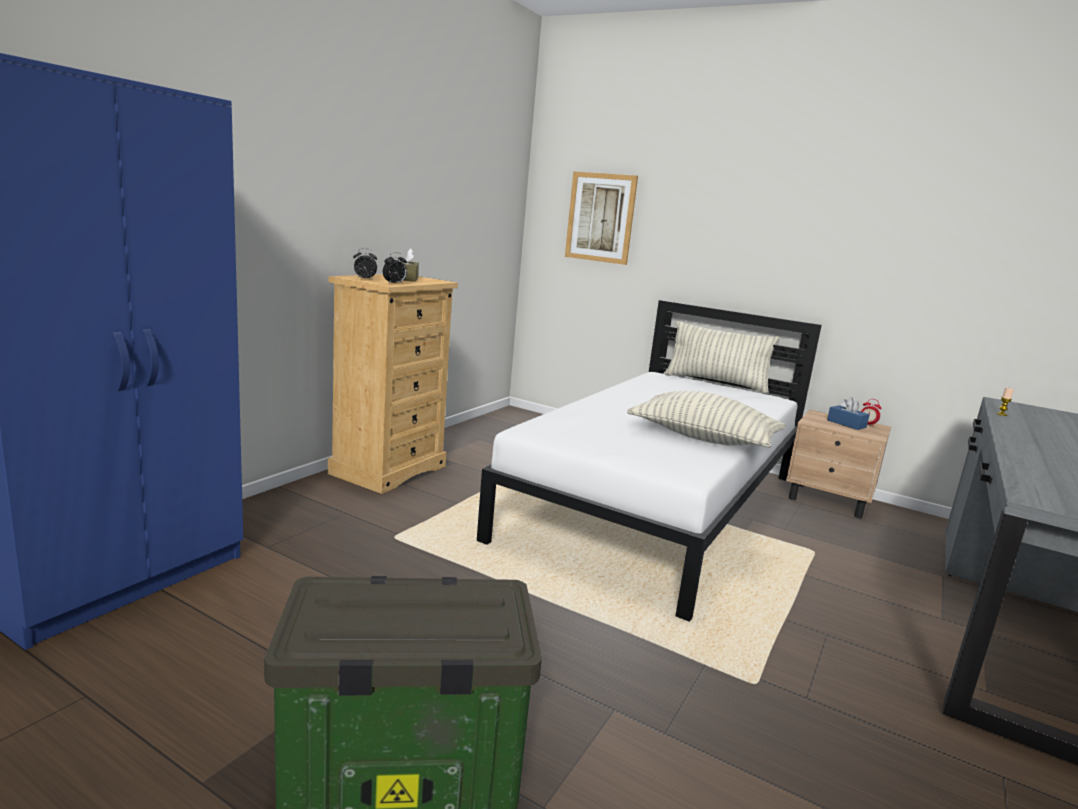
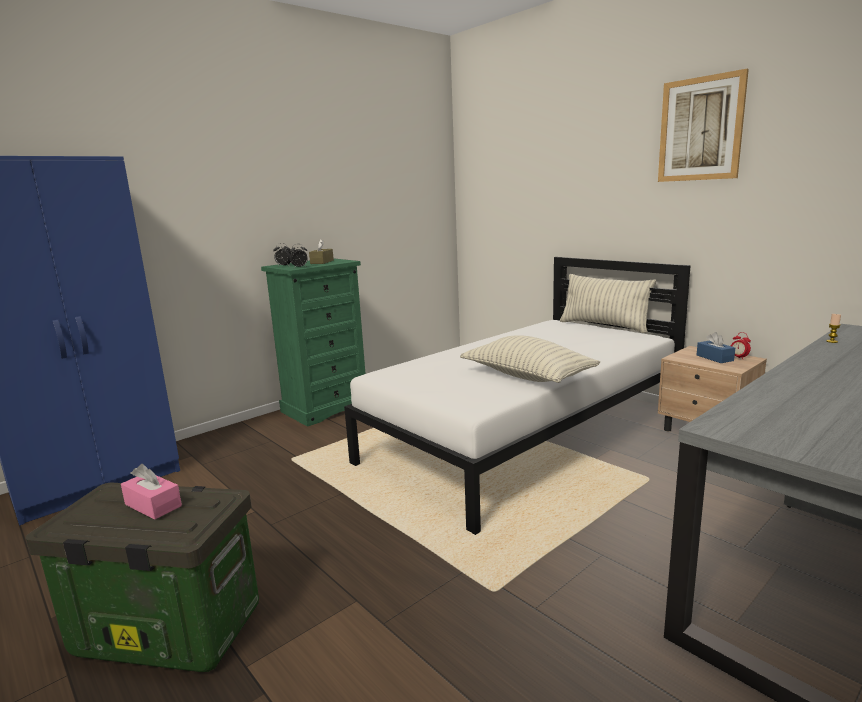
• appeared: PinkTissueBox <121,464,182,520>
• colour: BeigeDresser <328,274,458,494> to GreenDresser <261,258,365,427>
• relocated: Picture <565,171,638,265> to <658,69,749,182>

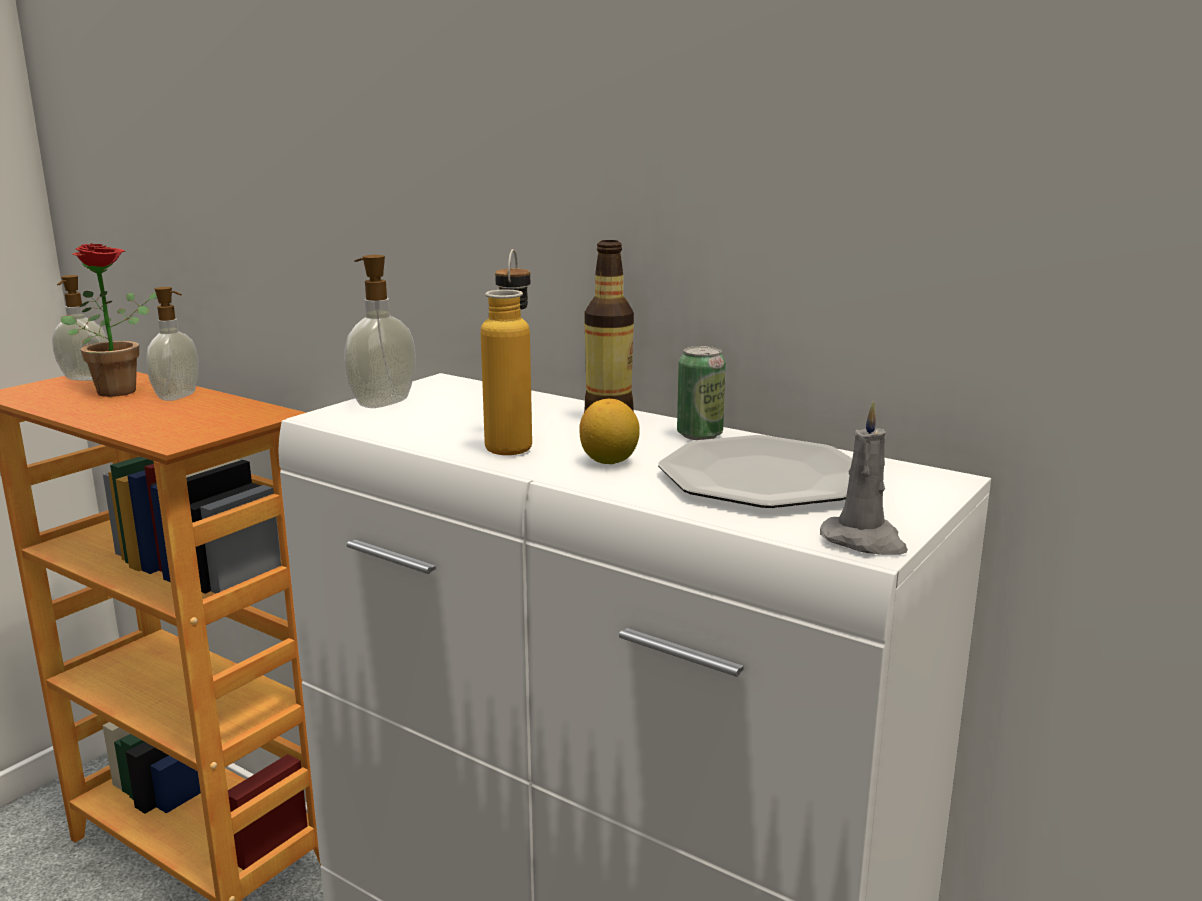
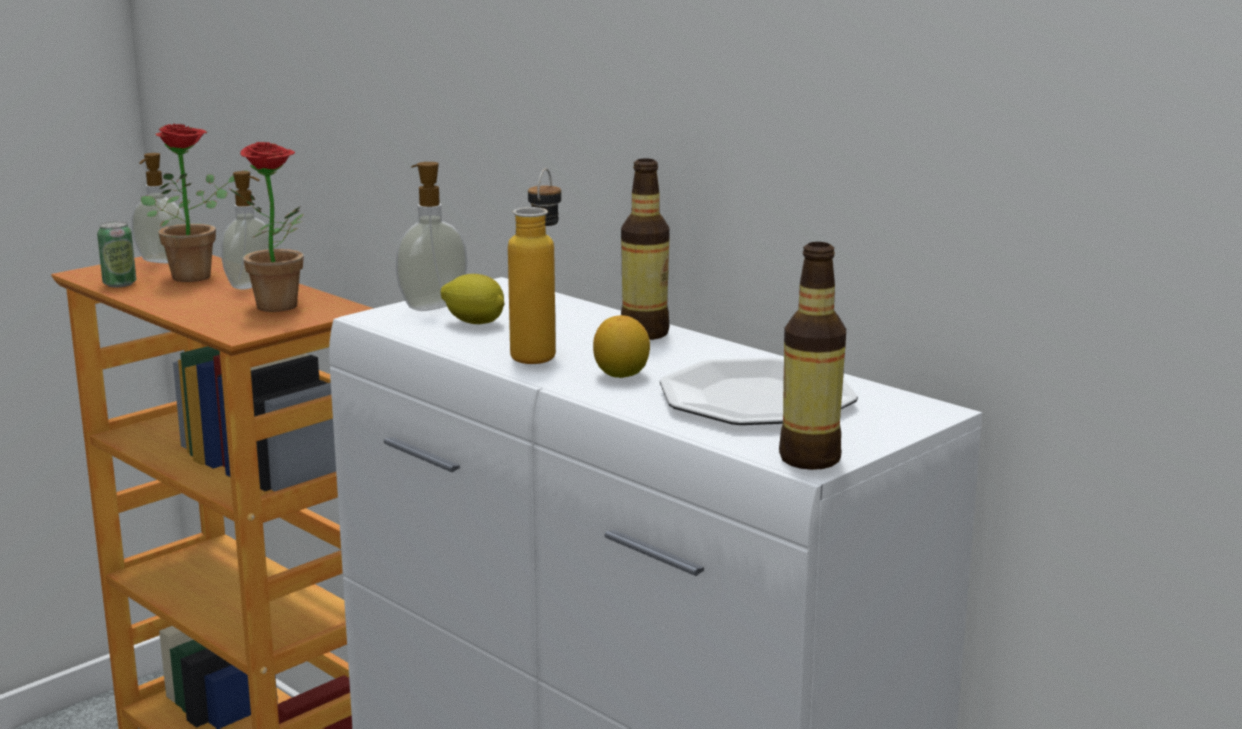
• relocated: Can <677,346,726,440> to <97,221,136,288>
• appeared: PottedPlant <230,142,304,312>
• appeared: Lemon <441,274,504,324>
• exchanged: GreyCandle <820,401,908,555> to Bottle <779,242,846,470>

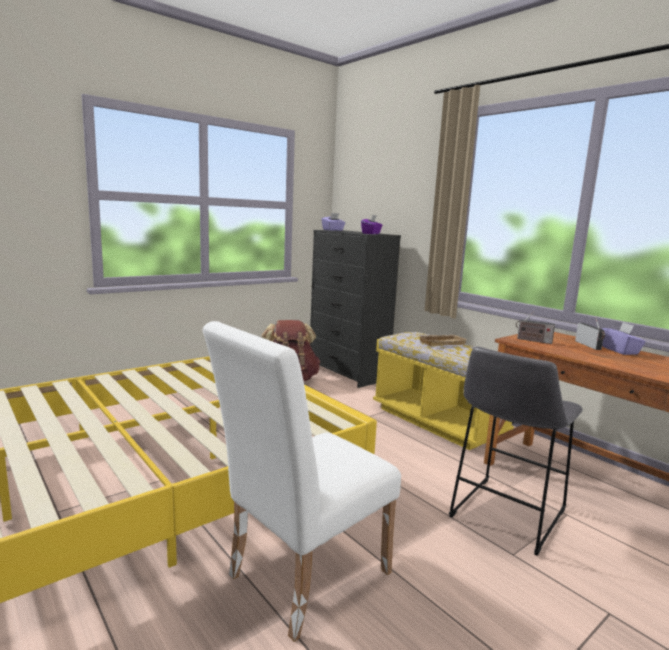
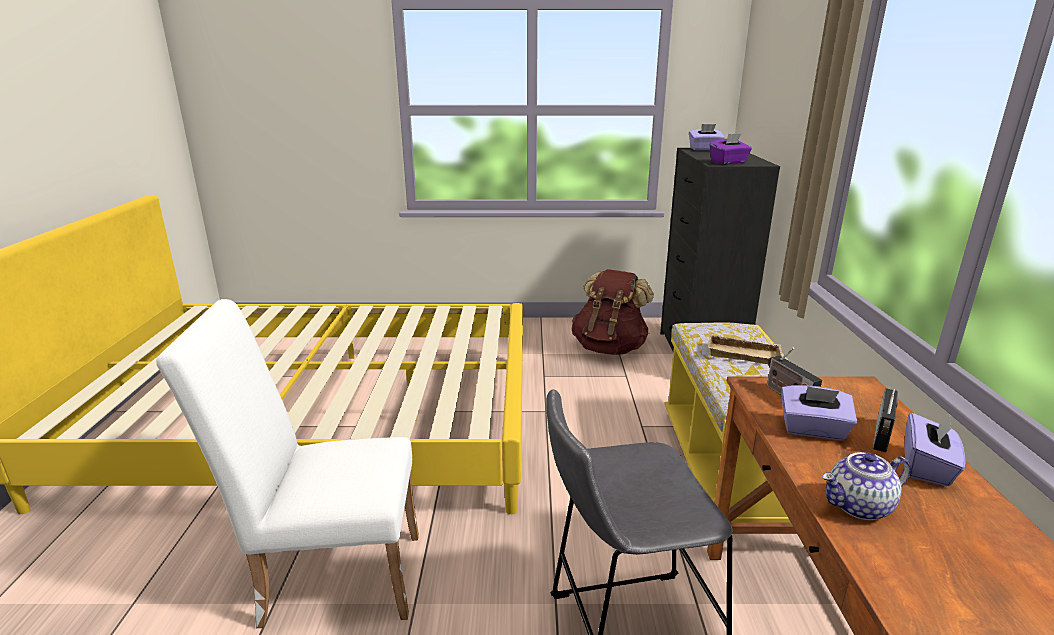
• appeared: PurpleTissueBox <781,385,857,441>
• appeared: Teapot <822,452,911,520>

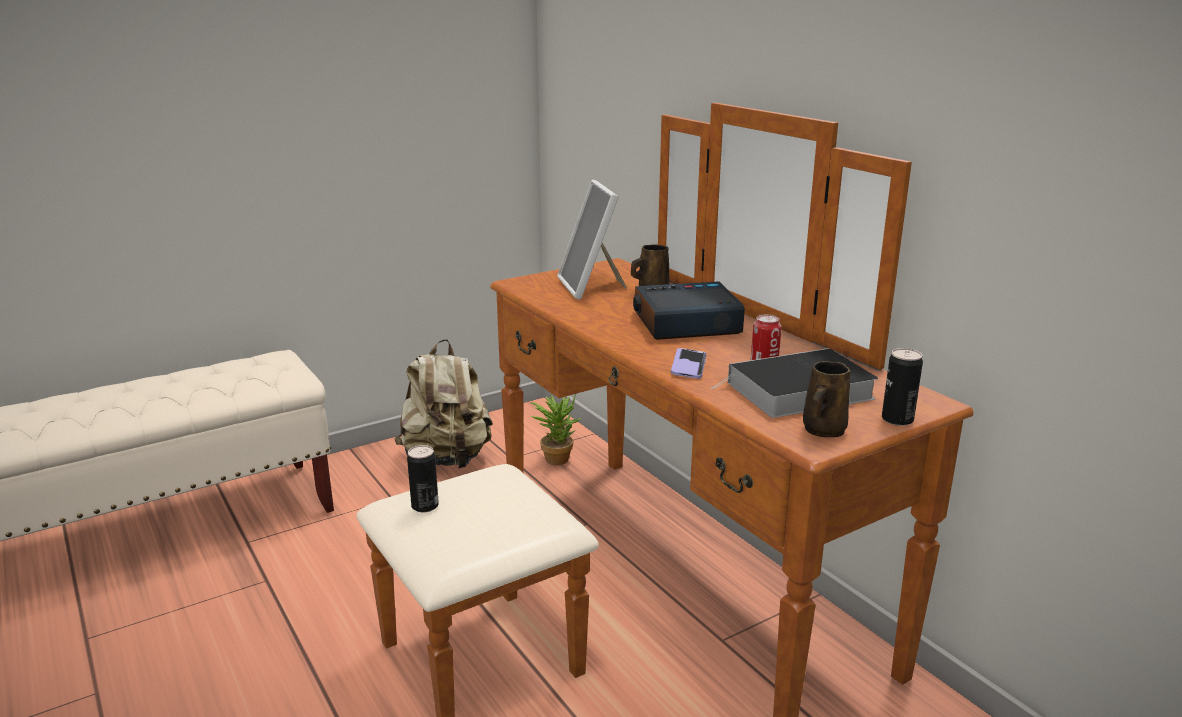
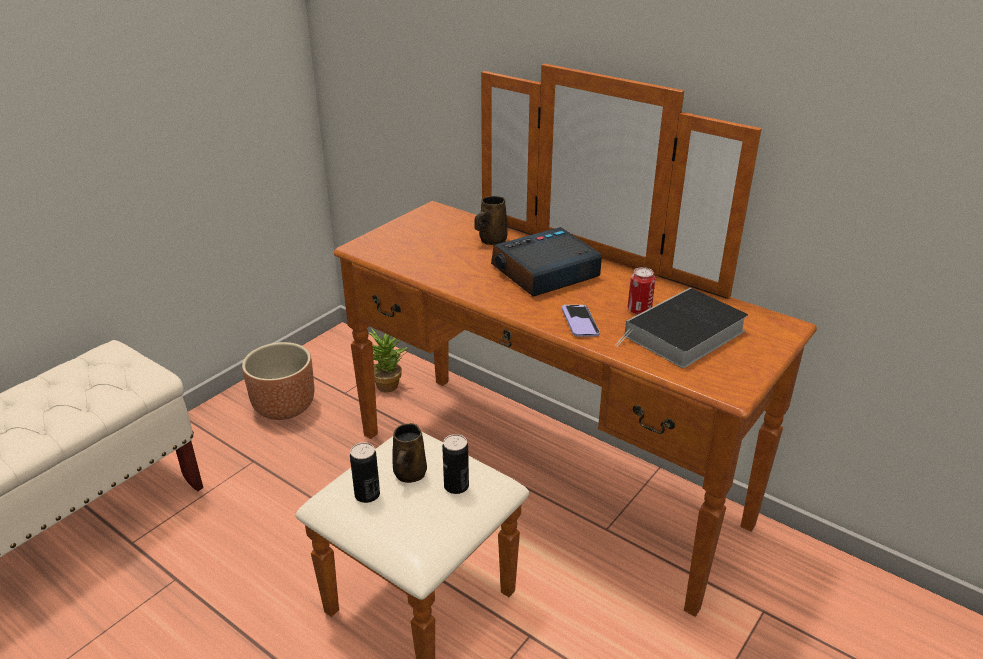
• exchanged: BeigeBackpack <394,339,493,469> to BrownPlanter <242,342,314,420>
• relocated: BrownMug <803,361,850,437> to <392,423,427,483>
• relocated: Can <882,348,923,426> to <442,434,469,494>
• missing: PictureFrame <557,180,627,300>

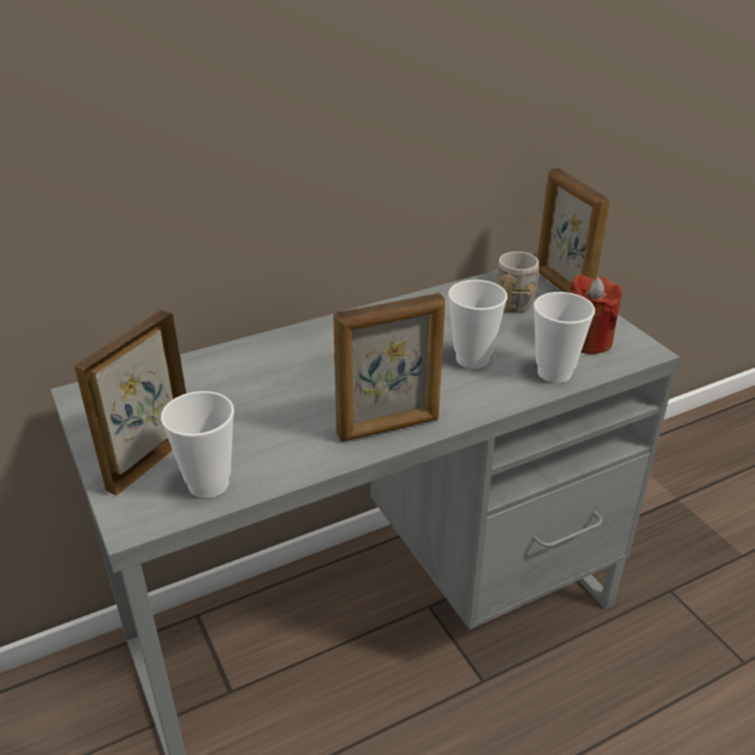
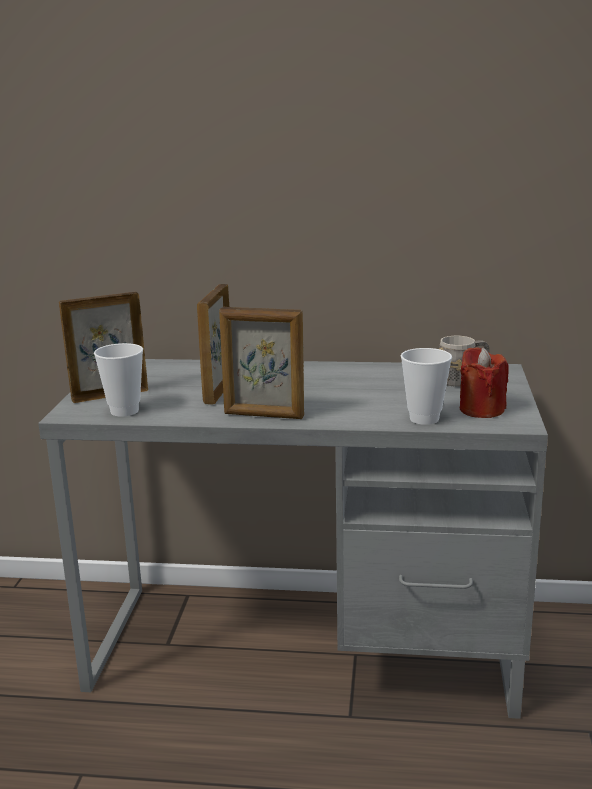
• relocated: PictureFrame <538,168,610,293> to <197,284,229,404>
• missing: Cup <448,280,507,369>

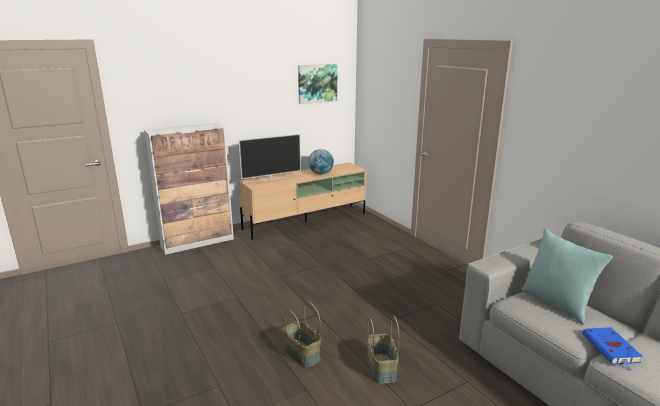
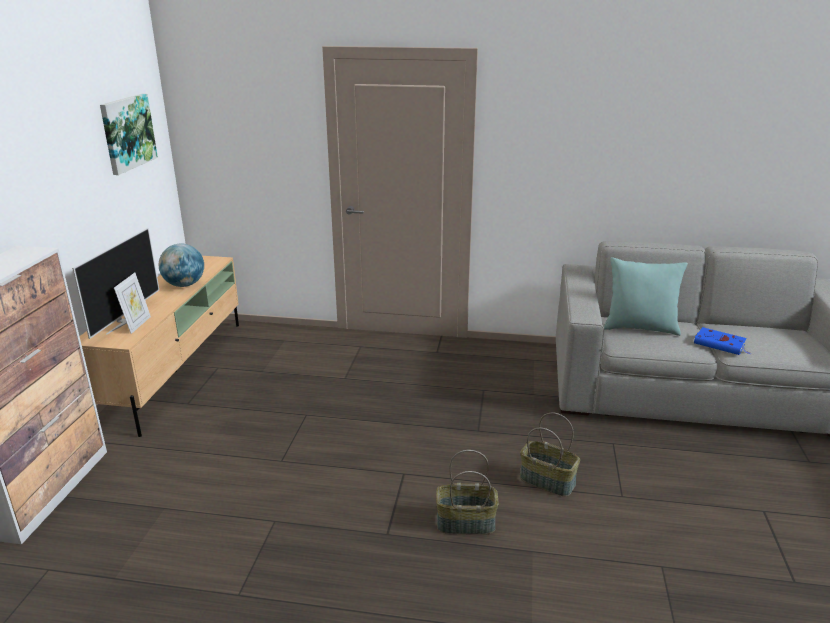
• appeared: PictureFrame <114,273,151,334>

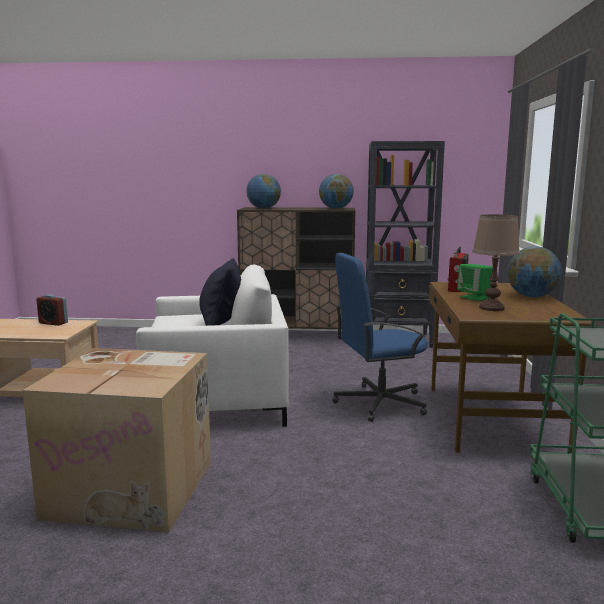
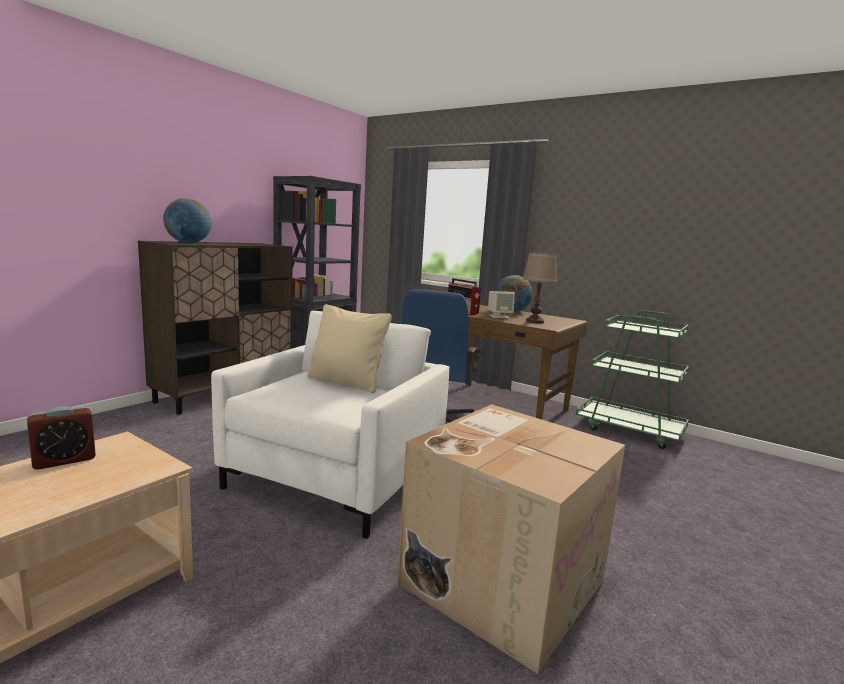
• colour: BlackPillow <199,258,241,326> to BeigePillow <307,304,392,393>
• colour: GreenSpeaker <457,264,493,301> to BeigeSpeaker <488,291,515,318>
• missing: Globe <319,174,354,209>

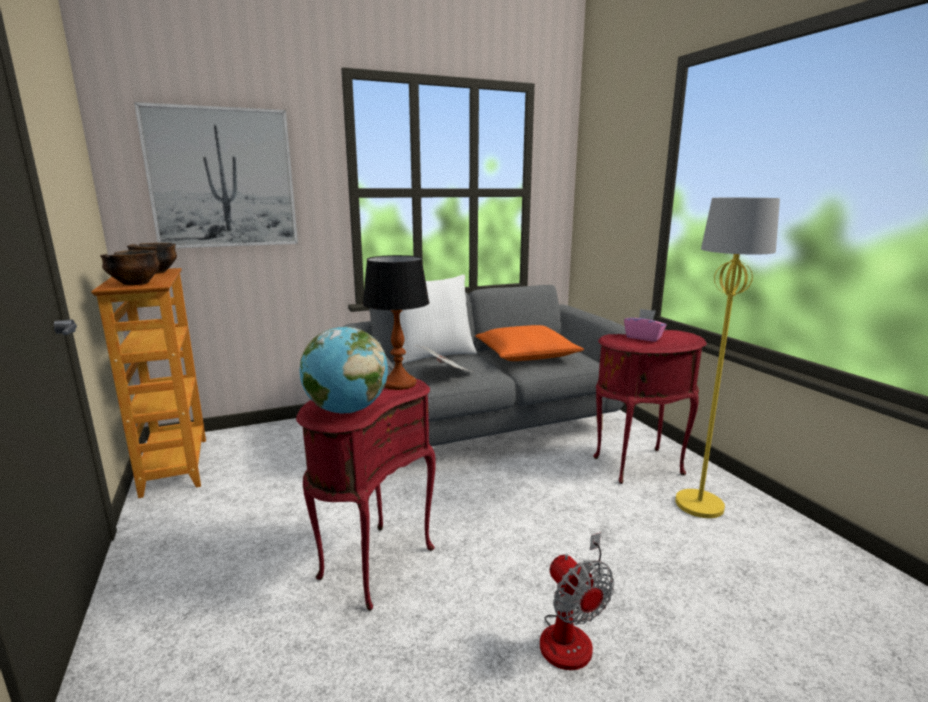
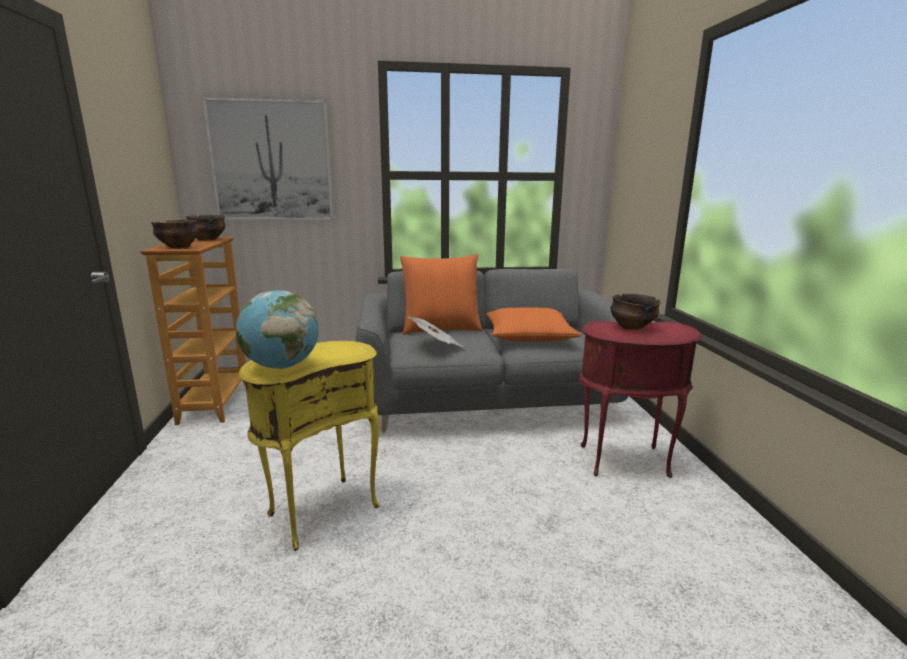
• colour: RedSideTable <296,379,436,611> to YellowSideTable <238,341,380,551>
• colour: WhitePillow <399,274,477,364> to OrangePillow <400,254,483,334>
• exchanged: PinkTissueBox <624,308,666,342> to Bowl <610,294,661,330>
• missing: TableLamp <362,255,430,390>
• missing: Fan <540,532,614,670>
• missing: YellowFloorLamp <675,198,780,518>

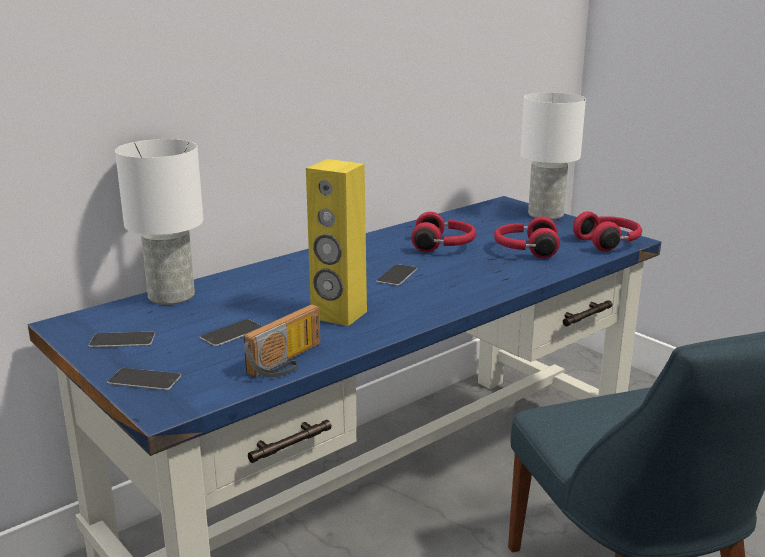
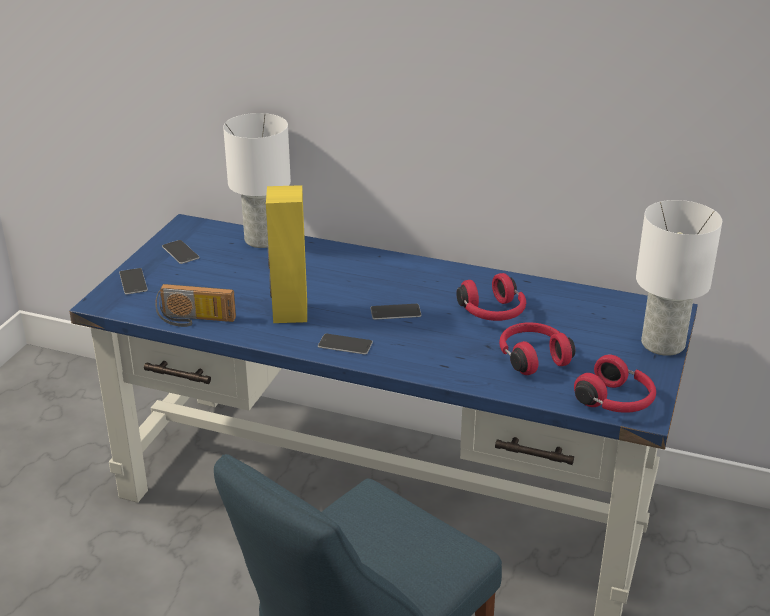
• relocated: Phone <200,319,262,346> to <318,334,373,354>

